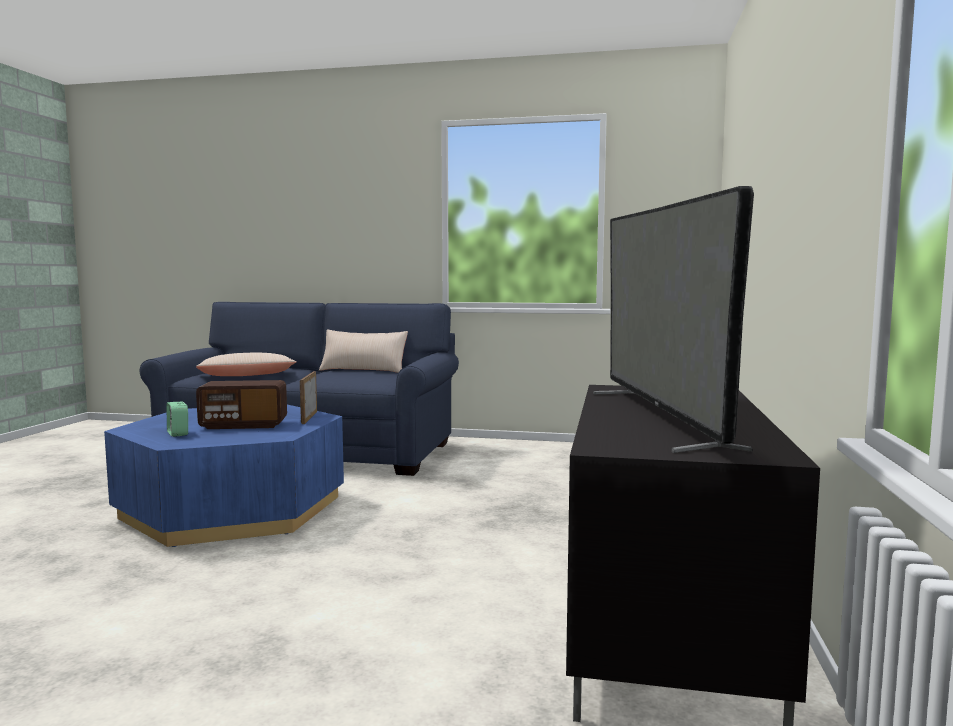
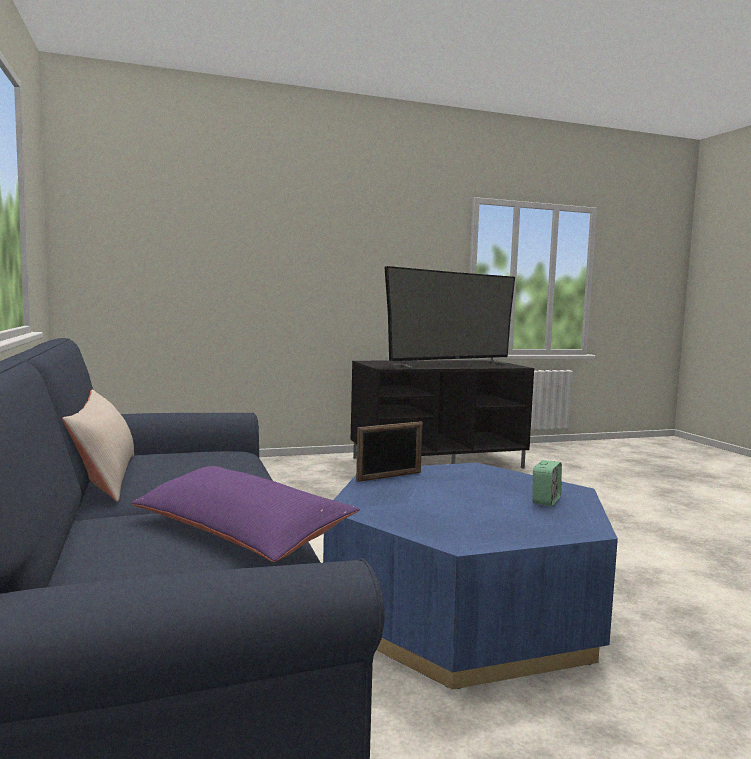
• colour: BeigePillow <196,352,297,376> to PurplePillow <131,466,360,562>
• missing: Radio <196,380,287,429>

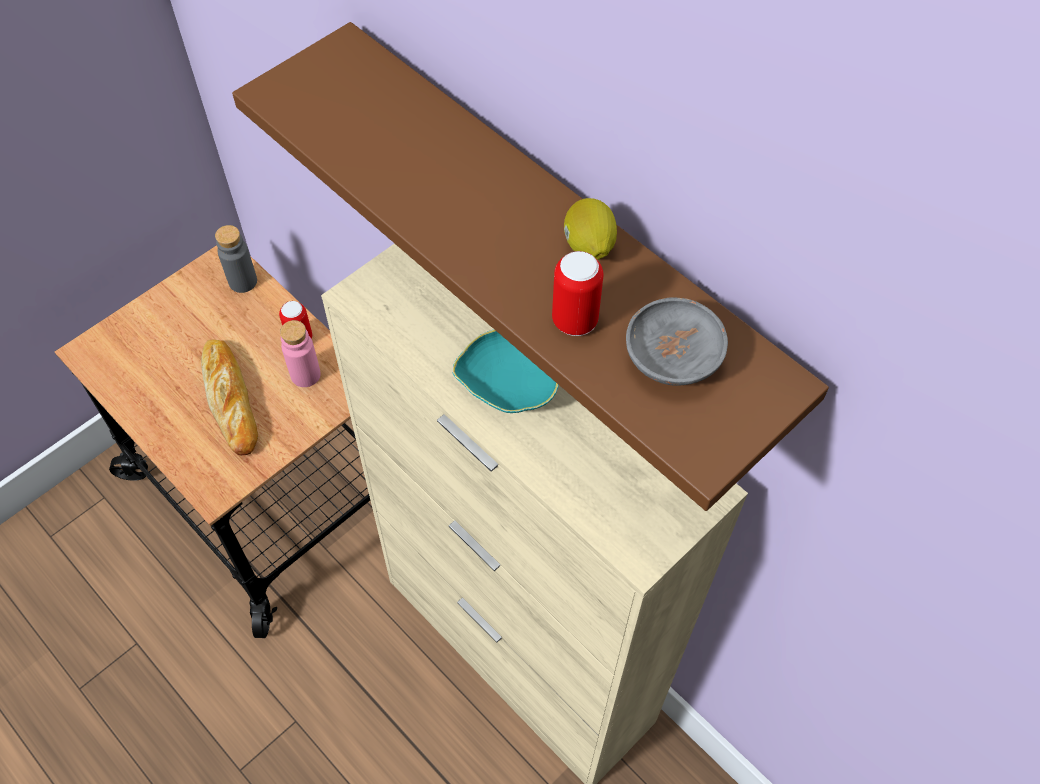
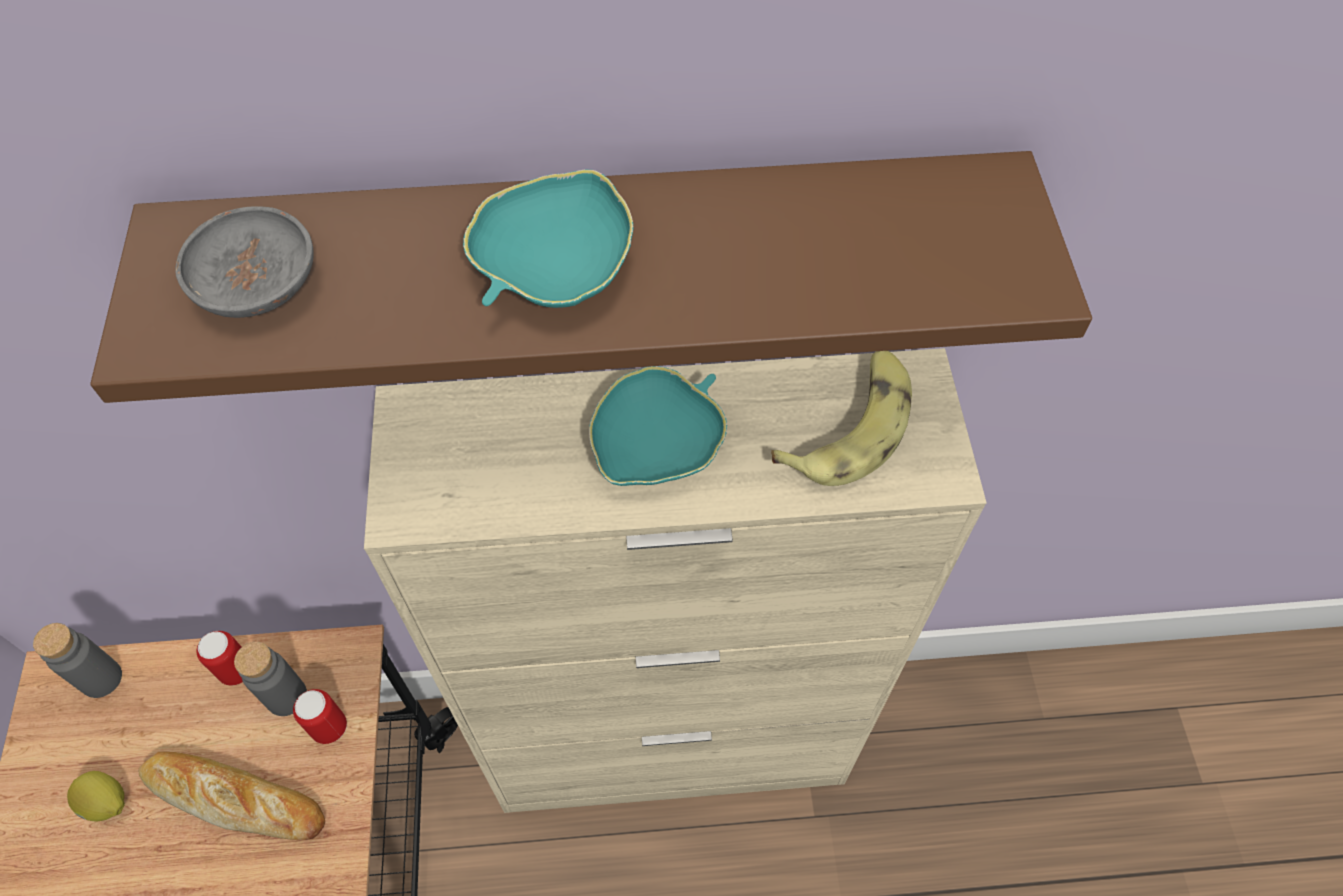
• relocated: Lemon <564,198,617,260> to <67,771,125,822>
• relocated: GreyBowl <626,297,728,386> to <175,206,314,318>
• colour: PinkBottle <280,320,321,387> to GreyBottle <234,642,307,716>
• relocated: Can <552,251,603,336> to <293,689,347,744>
• appeared: TurquoiseBowl <463,169,633,308>
• appeared: Banana <771,351,912,486>

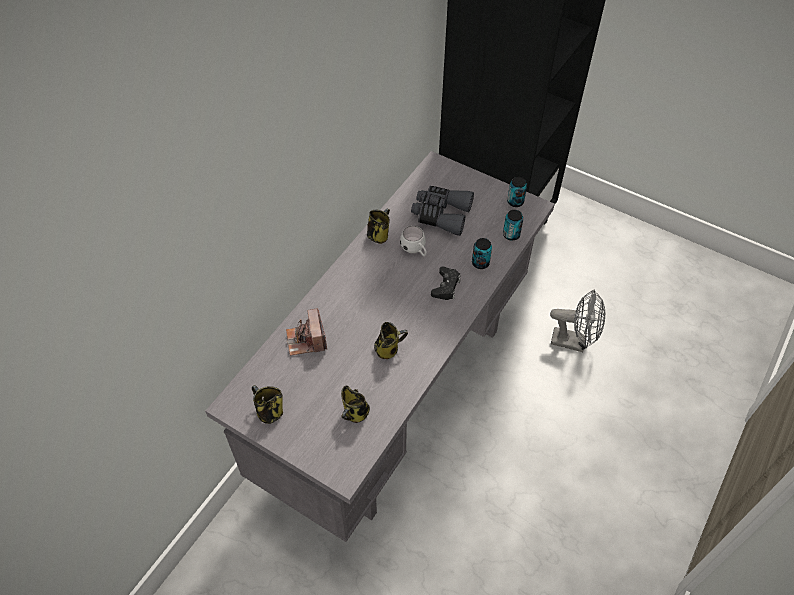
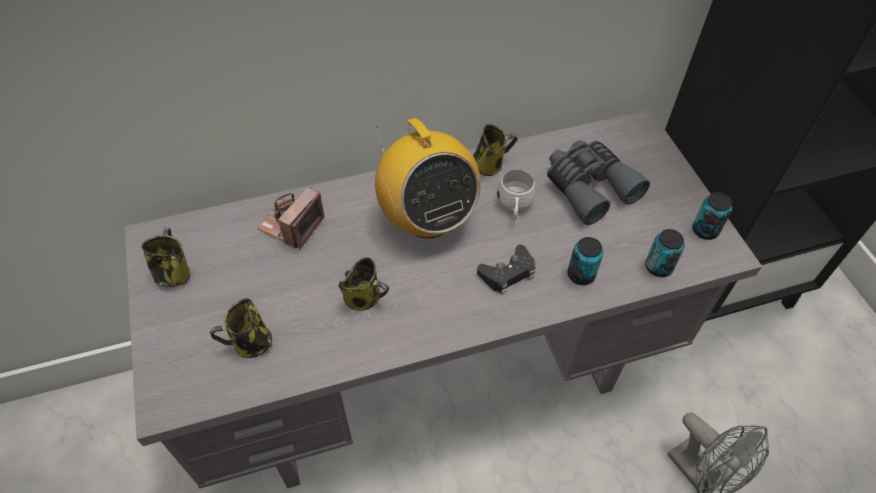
• appeared: Radio <375,118,481,238>

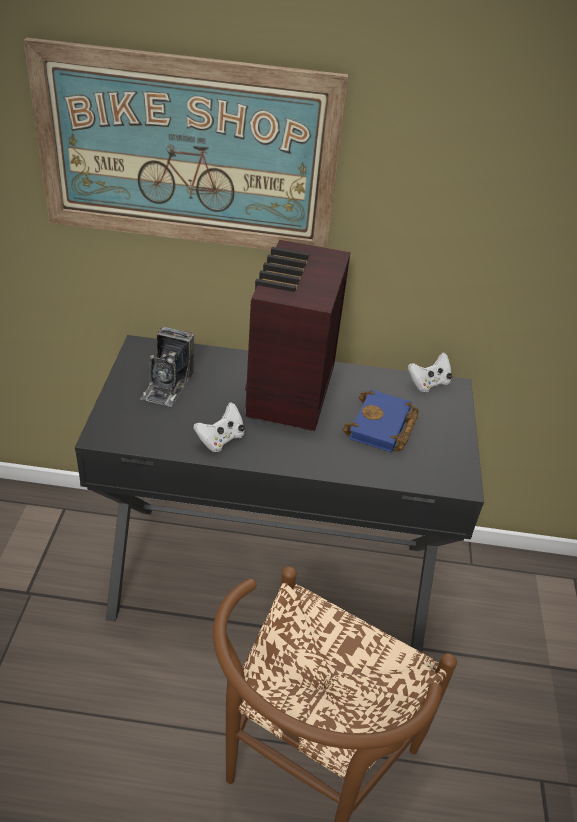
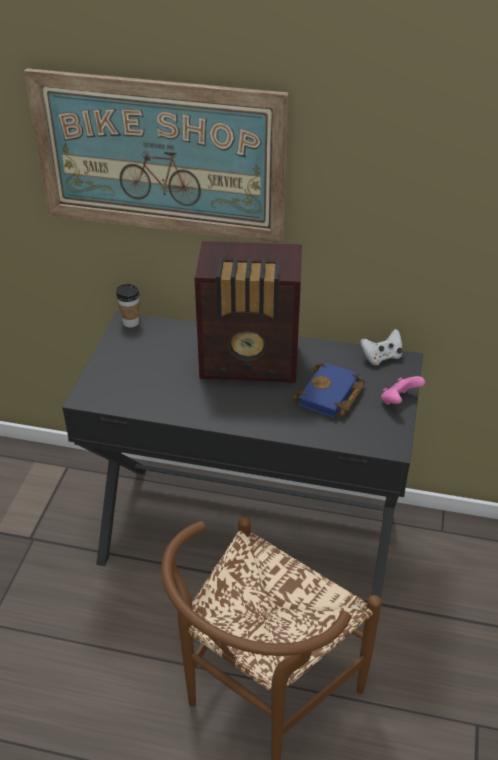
• appeared: Cup <116,284,140,327>
• spun: Radio <245,240,351,431> = <194,241,302,383> 105 degrees counterclockwise
• appeared: PinkGameController <381,376,425,404>
• missing: PhotoCamera <141,327,194,407>
• missing: WhiteGameController <193,402,245,452>

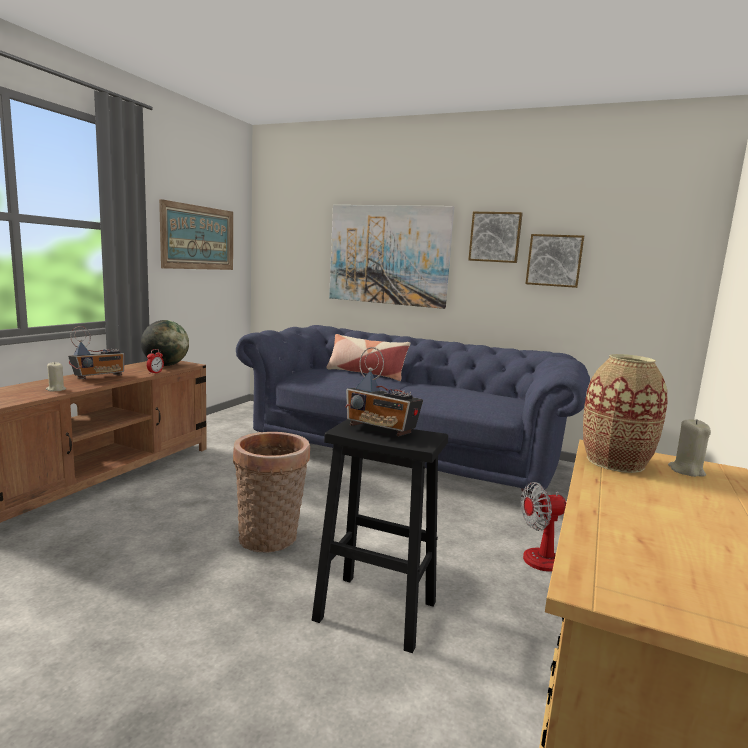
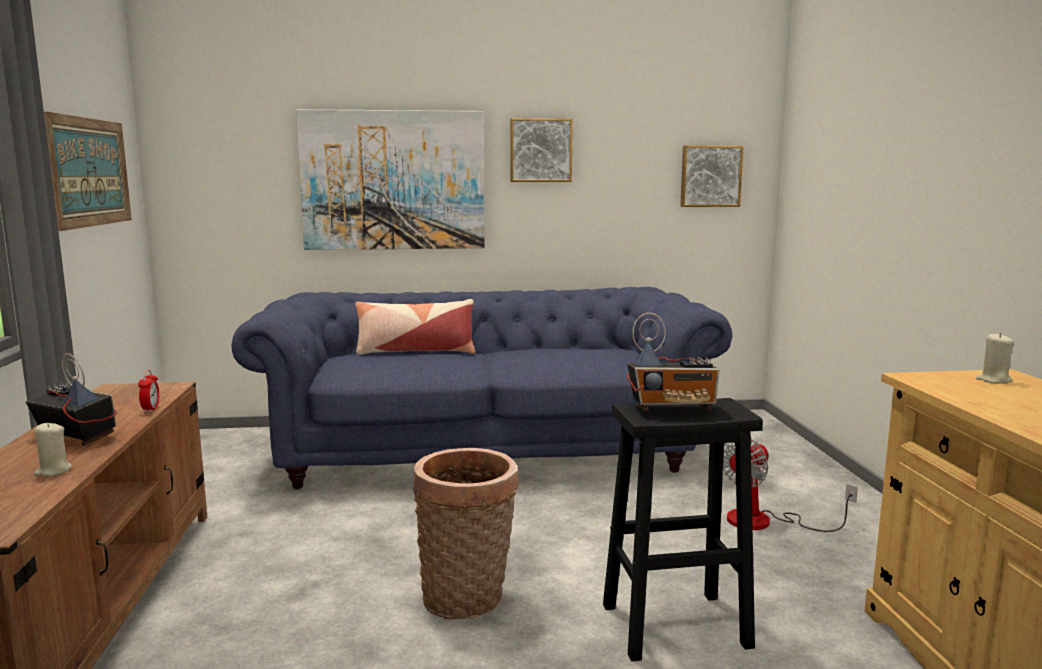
• spun: Radio <68,326,124,380> = <26,353,116,445> 75 degrees counterclockwise
• relocated: Picture <525,234,584,288> to <680,146,744,207>
• missing: Globe <141,320,189,366>
• missing: Vase <583,354,668,473>

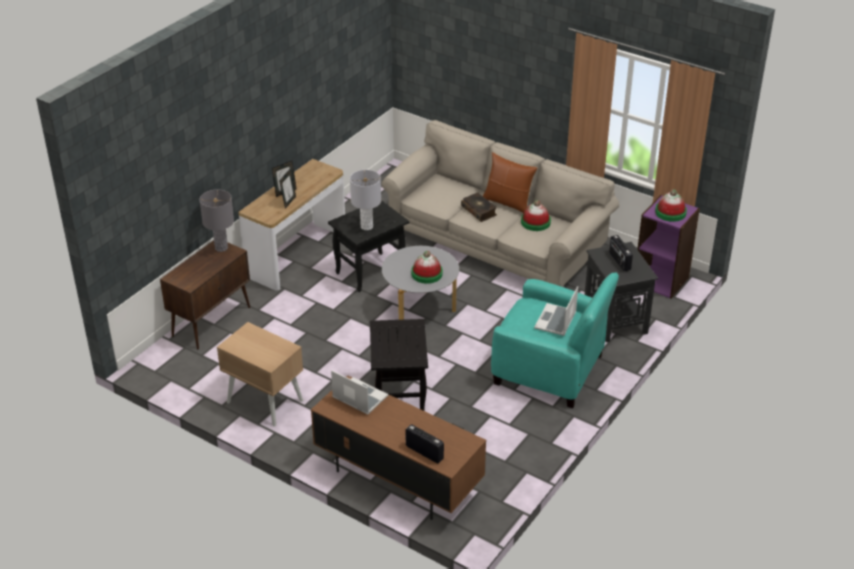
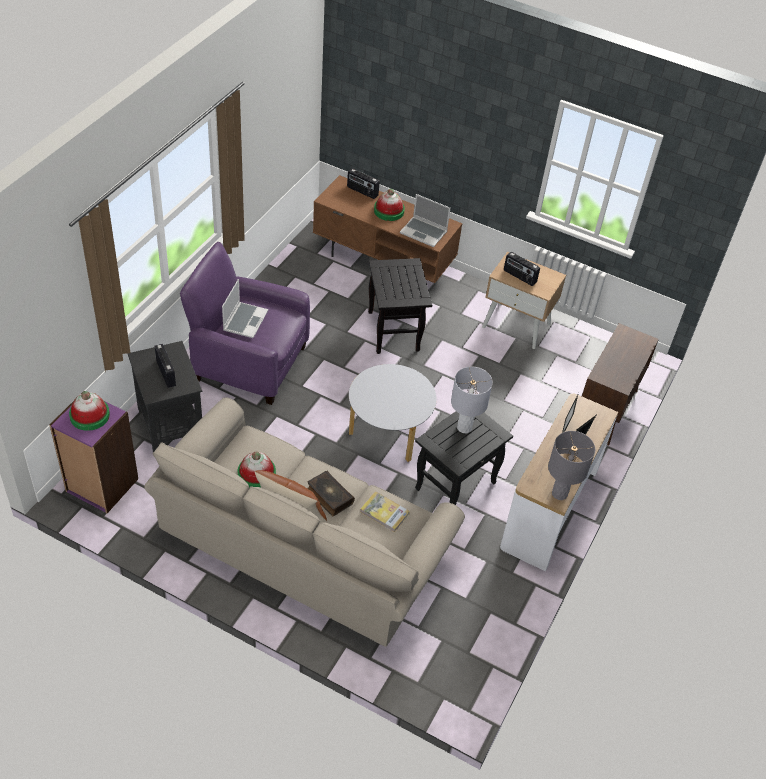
• colour: TurquoiseArmchair <491,272,619,408> to PurpleArmchair <180,242,310,405>
• appeared: Book <360,491,410,533>
• relocated: Hat <411,251,443,284> to <374,189,405,221>
• appeared: Radio <504,252,540,286>
• relocated: GreyTableLamp <199,190,234,252> to <548,431,595,500>

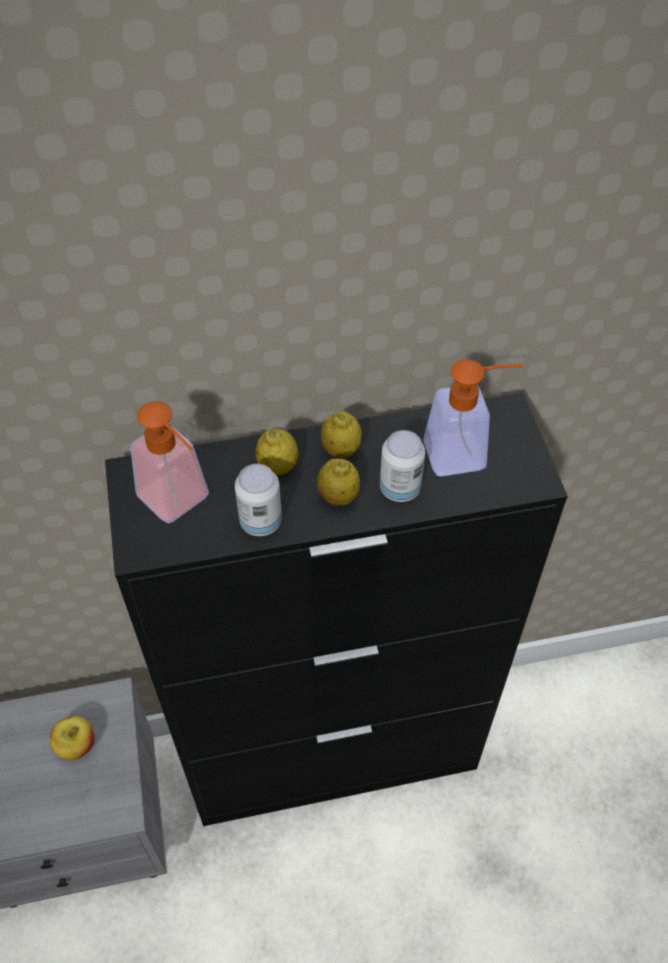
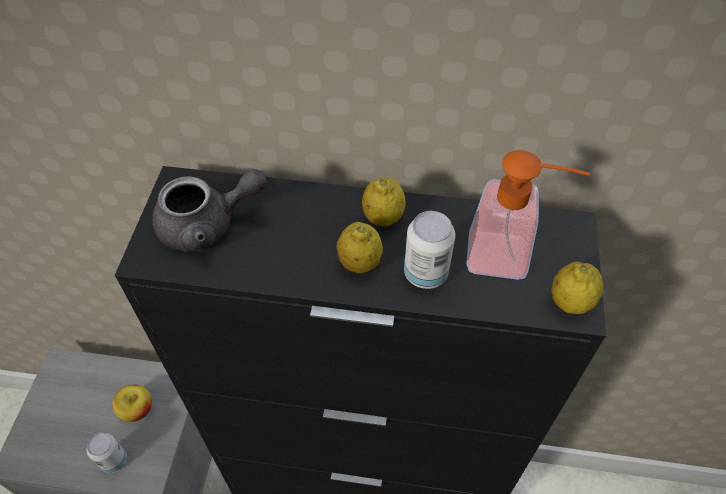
• relocated: Can <235,464,282,536> to <86,433,127,473>
• exchanged: SoapDispenser <130,401,209,524> to GreyTeapot <152,169,267,251>
• relocated: Lemon <255,429,299,476> to <551,262,603,314>

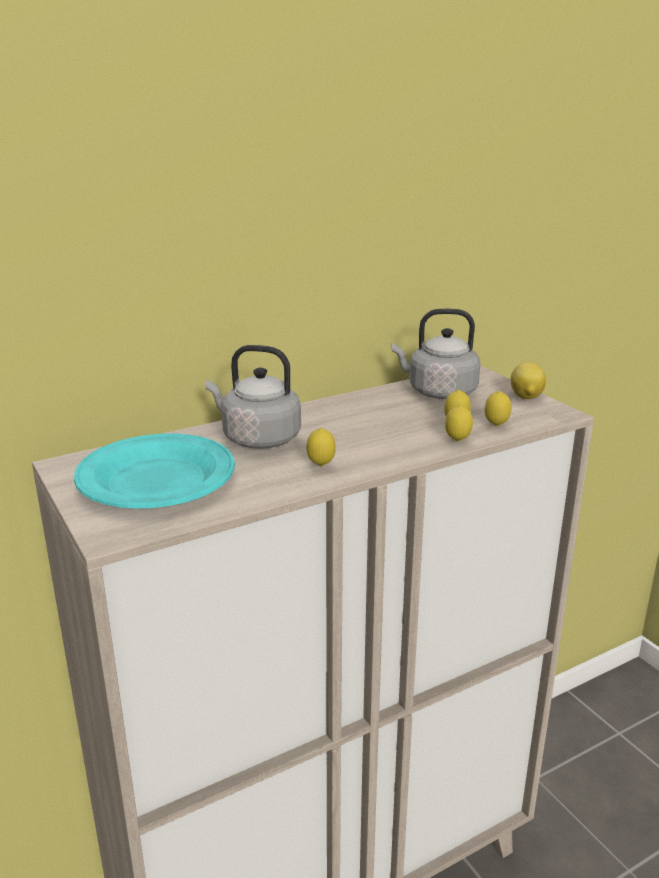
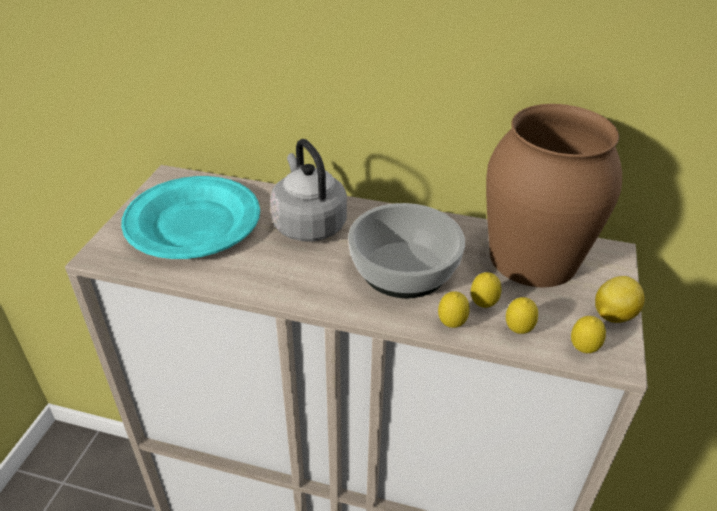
• appeared: Bowl <348,203,465,298>
• exchanged: GreyKettle <391,309,481,399> to BrownVase <486,104,622,287>
• relocated: Lemon <307,428,336,466> to <571,316,606,353>

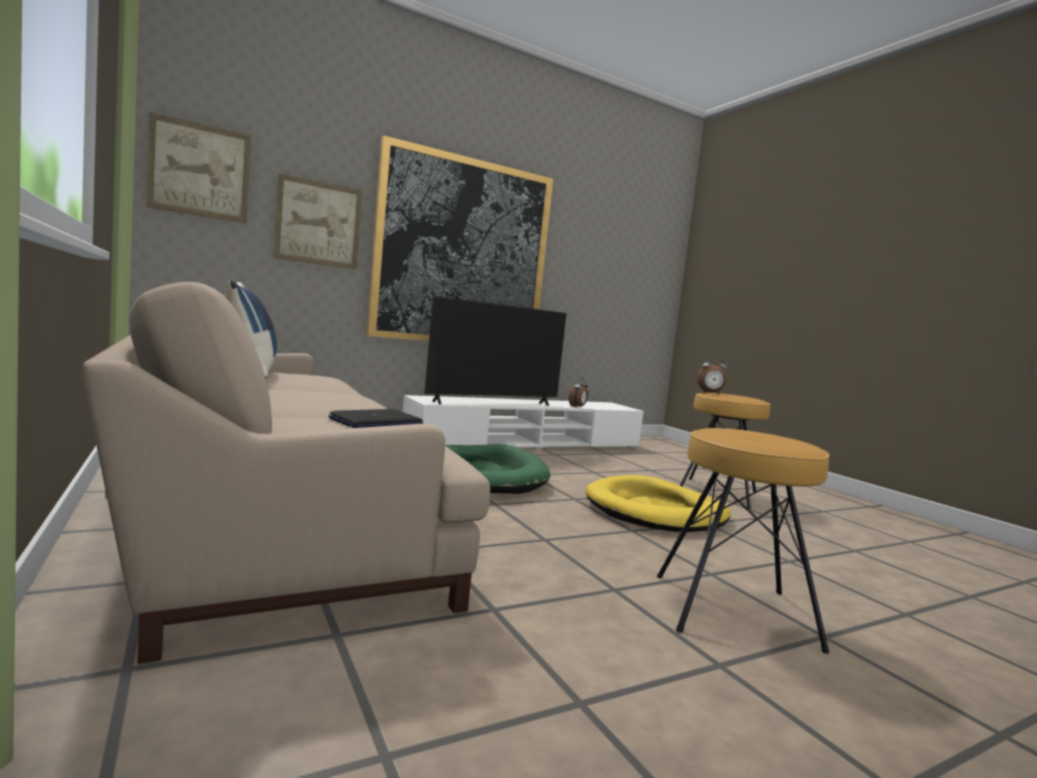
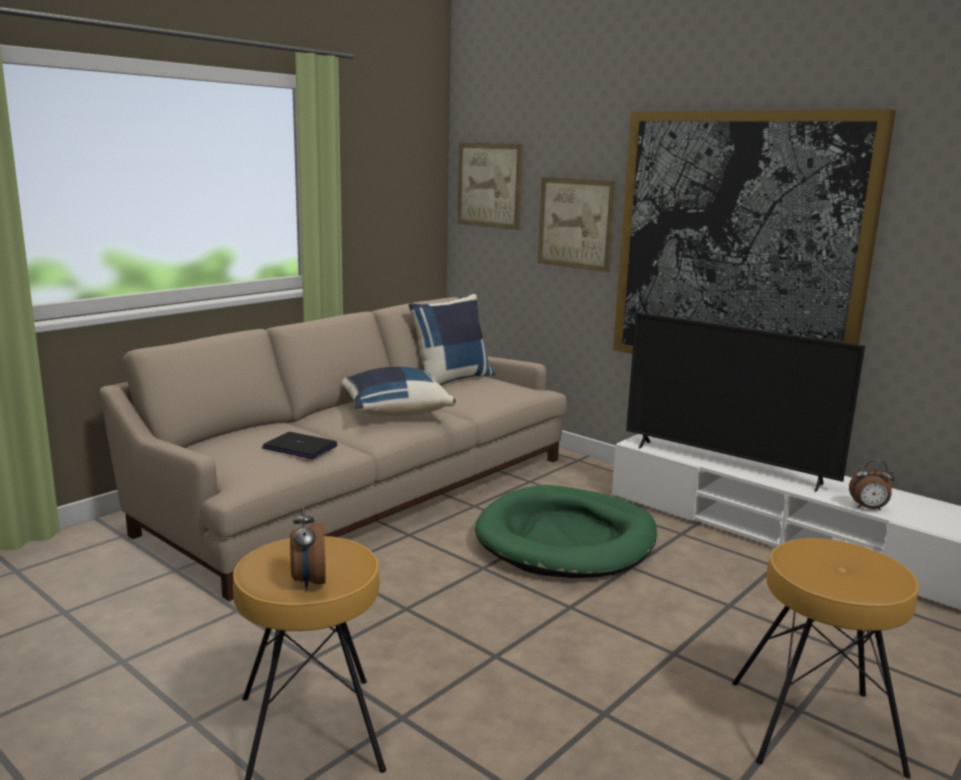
• relocated: AlarmClock <697,355,728,394> to <290,504,326,590>
• appeared: BluePillow <342,367,456,417>
• missing: YellowDogBed <586,475,731,532>

